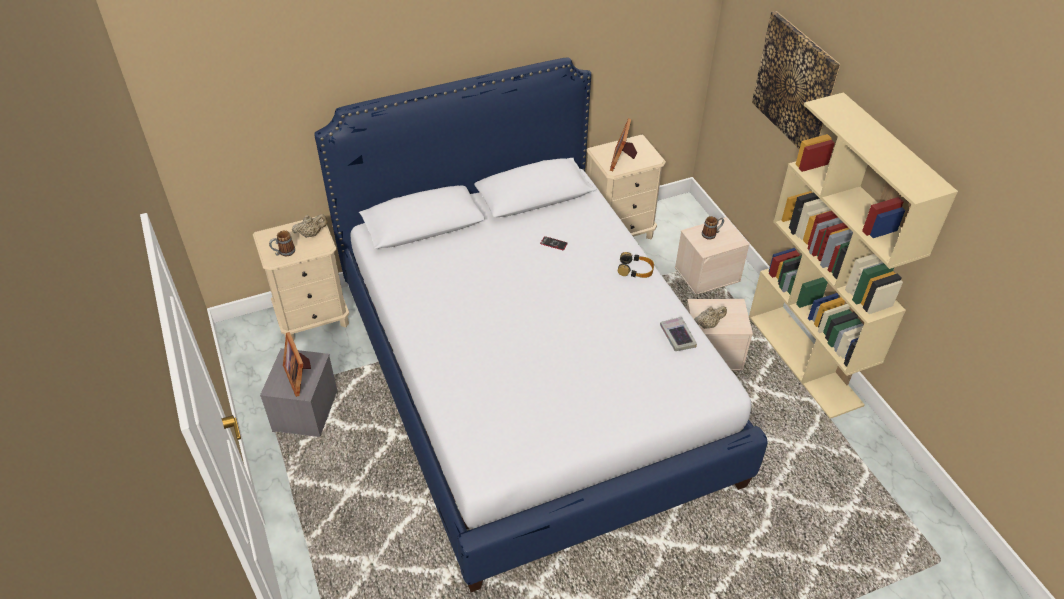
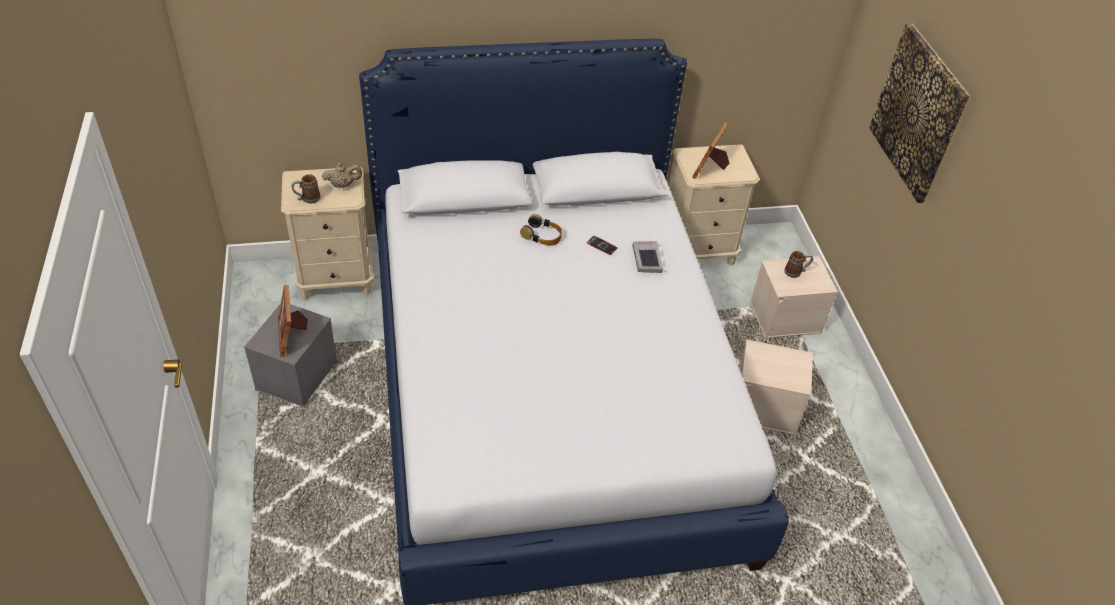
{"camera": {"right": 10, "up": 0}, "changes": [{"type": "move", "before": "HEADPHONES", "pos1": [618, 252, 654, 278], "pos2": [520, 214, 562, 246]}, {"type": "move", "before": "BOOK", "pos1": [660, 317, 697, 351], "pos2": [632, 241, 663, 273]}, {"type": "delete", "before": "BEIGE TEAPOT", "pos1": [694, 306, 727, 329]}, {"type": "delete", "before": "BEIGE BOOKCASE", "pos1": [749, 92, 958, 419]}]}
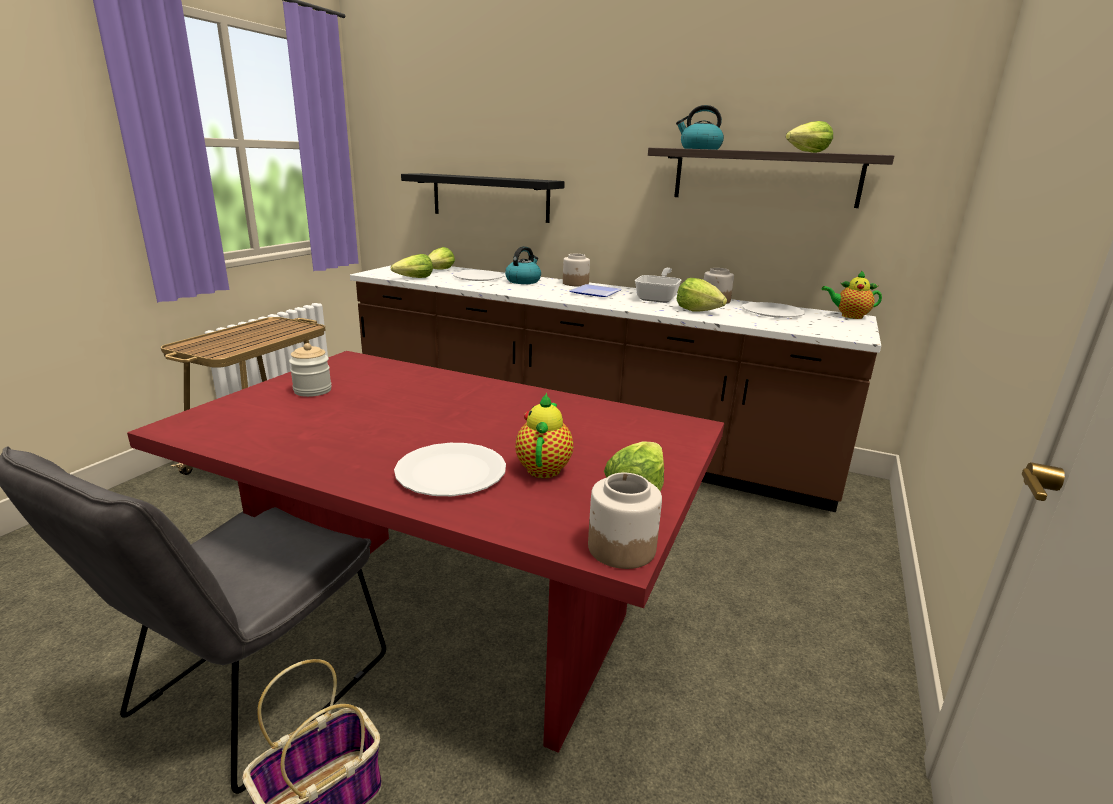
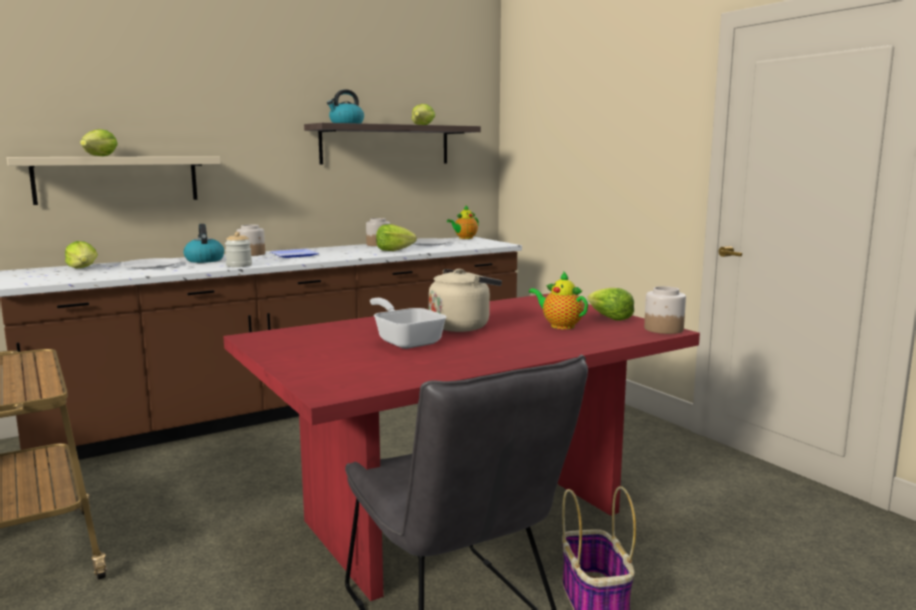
{"camera": {"right": -55, "up": -10}, "changes": [{"type": "recolor", "before": "BLACK SHELF", "after": "BEIGE SHELF", "pos1": [401, 173, 565, 223], "pos2": [7, 156, 221, 205]}, {"type": "move", "before": "LETTUCE", "pos1": [391, 254, 433, 278], "pos2": [80, 129, 118, 156]}, {"type": "move", "before": "JAR", "pos1": [289, 343, 332, 397], "pos2": [225, 232, 252, 267]}, {"type": "move", "before": "FRYING PAN", "pos1": [635, 268, 682, 303], "pos2": [370, 298, 446, 349]}, {"type": "insert", "after": "BEIGE KETTLE", "pos2": [429, 269, 502, 332]}, {"type": "delete", "before": "WHITE PLATE", "pos1": [394, 443, 506, 496]}]}
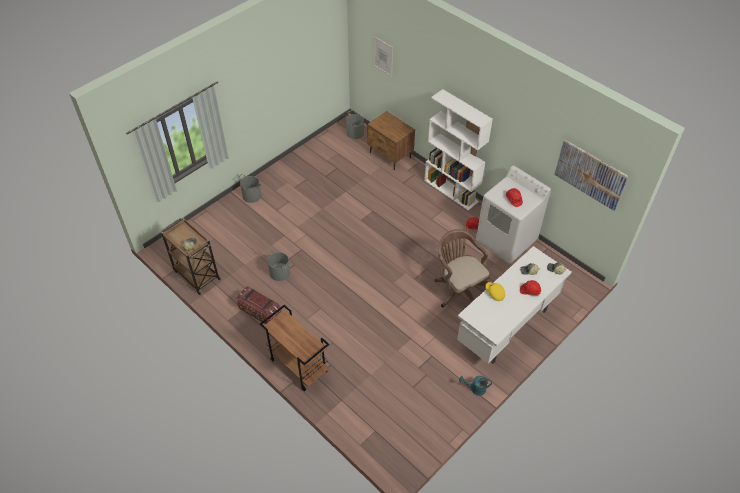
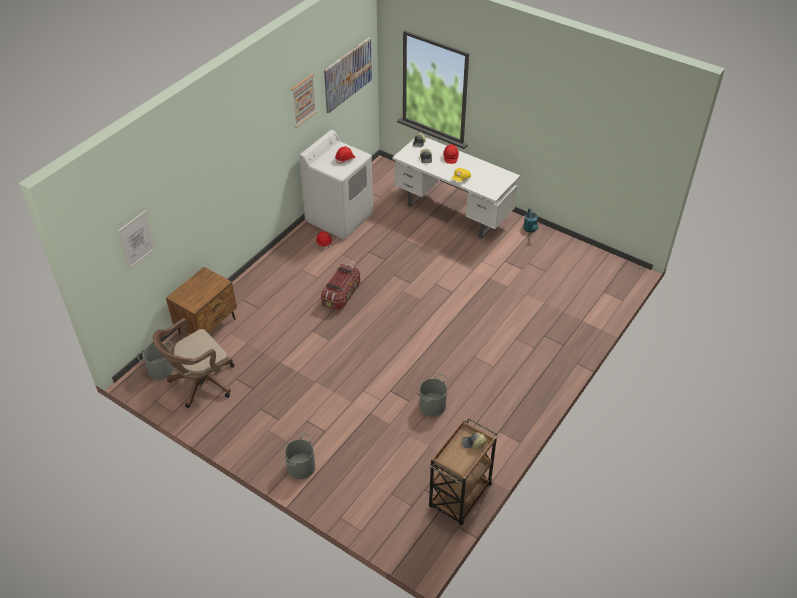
{"camera": {"right": -100, "up": -5}, "changes": [{"type": "move", "before": "BROWN OFFICE CHAIR", "pos1": [434, 229, 490, 307], "pos2": [153, 318, 235, 408]}, {"type": "insert", "after": "PICTURE", "pos2": [291, 74, 317, 128]}, {"type": "move", "before": "STORAGE BOX", "pos1": [237, 286, 281, 324], "pos2": [321, 264, 360, 310]}, {"type": "delete", "before": "BROWN CART", "pos1": [260, 305, 329, 391]}, {"type": "delete", "before": "WHITE BOOKCASE", "pos1": [424, 89, 493, 211]}]}
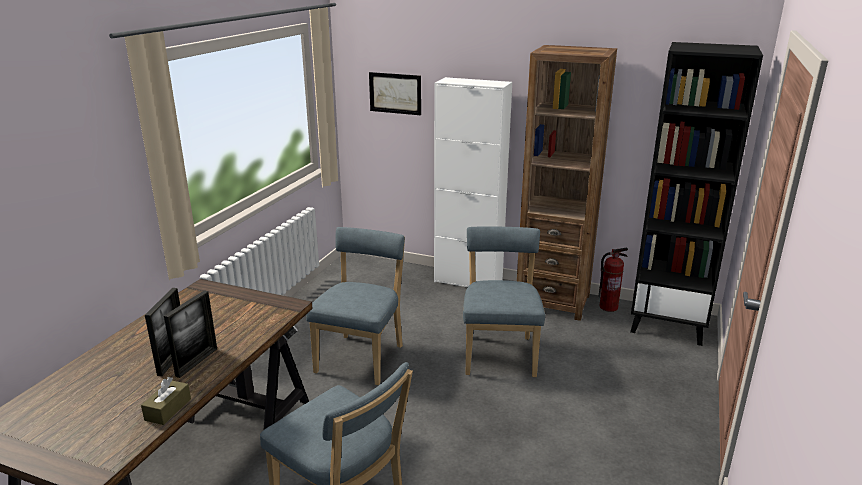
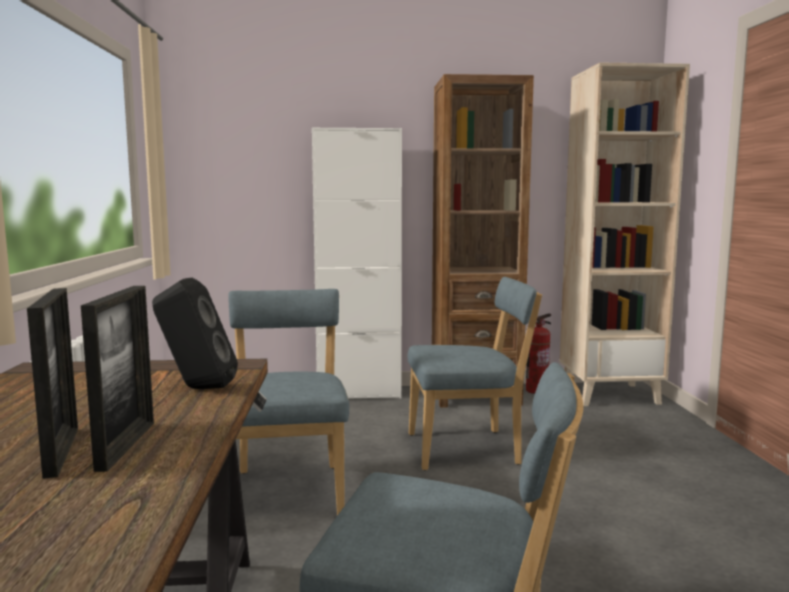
{"camera": {"right": -25, "up": -15}, "changes": [{"type": "insert", "after": "BLACK SPEAKER", "pos2": [152, 278, 238, 389]}, {"type": "rotate", "before": "BLUE CHAIR", "pos1": [463, 226, 545, 377], "pos2": [408, 277, 542, 470], "turn": 105}, {"type": "recolor", "before": "BLACK BOOKCASE", "after": "BEIGE BOOKCASE", "pos1": [630, 42, 763, 346], "pos2": [560, 63, 690, 406]}, {"type": "delete", "before": "BROWN TISSUE BOX", "pos1": [141, 377, 191, 425]}, {"type": "delete", "before": "PICTURE", "pos1": [369, 72, 421, 115]}]}
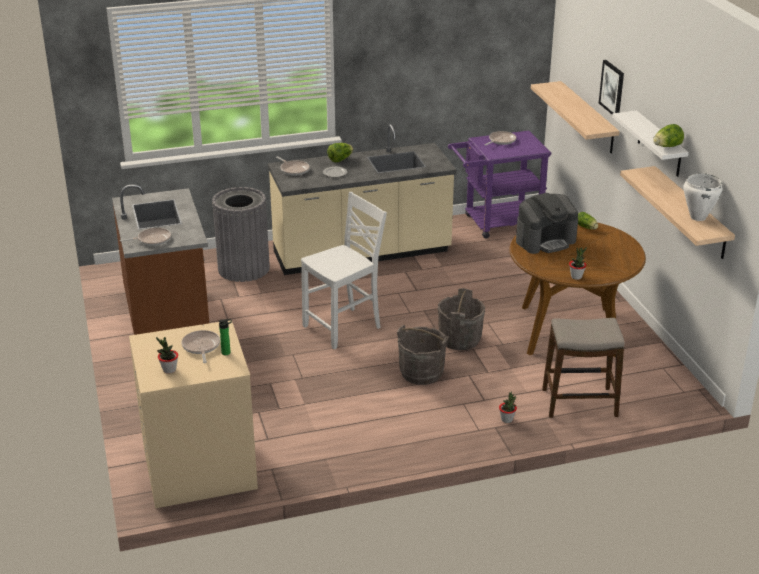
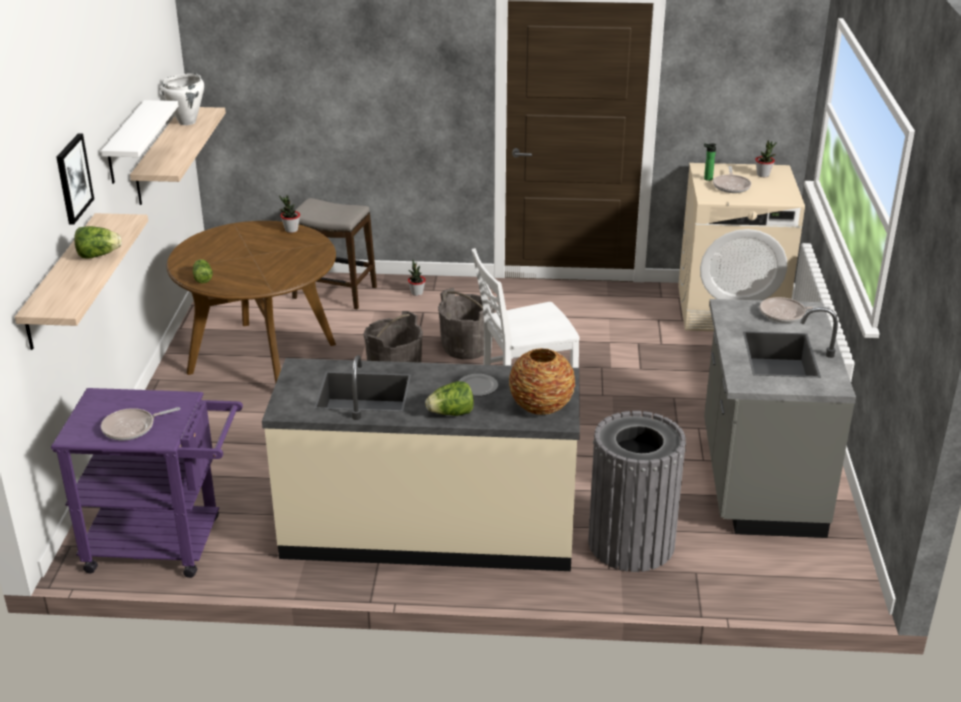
{"camera": {"right": -160, "up": 0}, "changes": [{"type": "move", "before": "LETTUCE", "pos1": [653, 124, 684, 147], "pos2": [74, 226, 122, 259]}, {"type": "replace", "before": "FRYING PAN", "after": "VASE", "pos1": [276, 156, 310, 175], "pos2": [509, 348, 575, 415]}, {"type": "recolor", "before": "BROWN COUNTER", "after": "GREY COUNTER", "pos1": [112, 184, 209, 335], "pos2": [704, 299, 856, 538]}, {"type": "delete", "before": "COFFEE MACHINE", "pos1": [516, 193, 578, 254]}]}
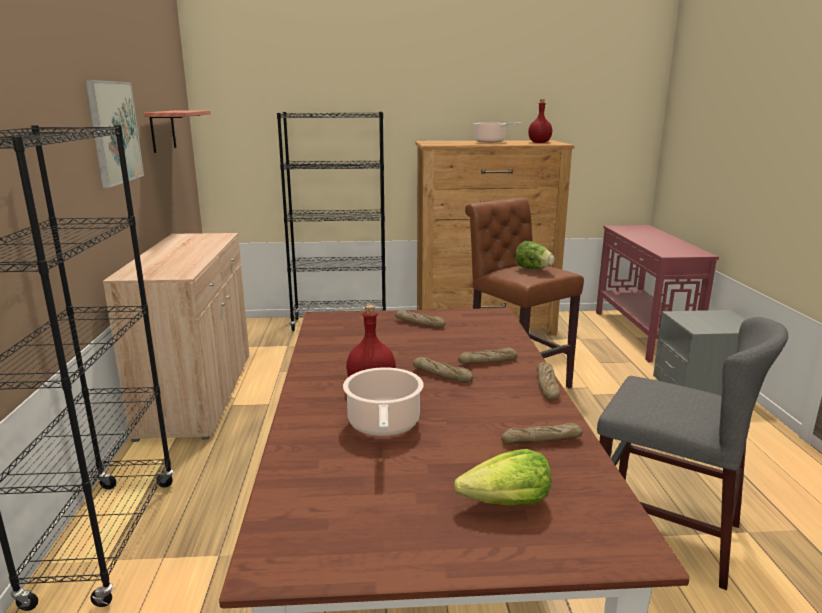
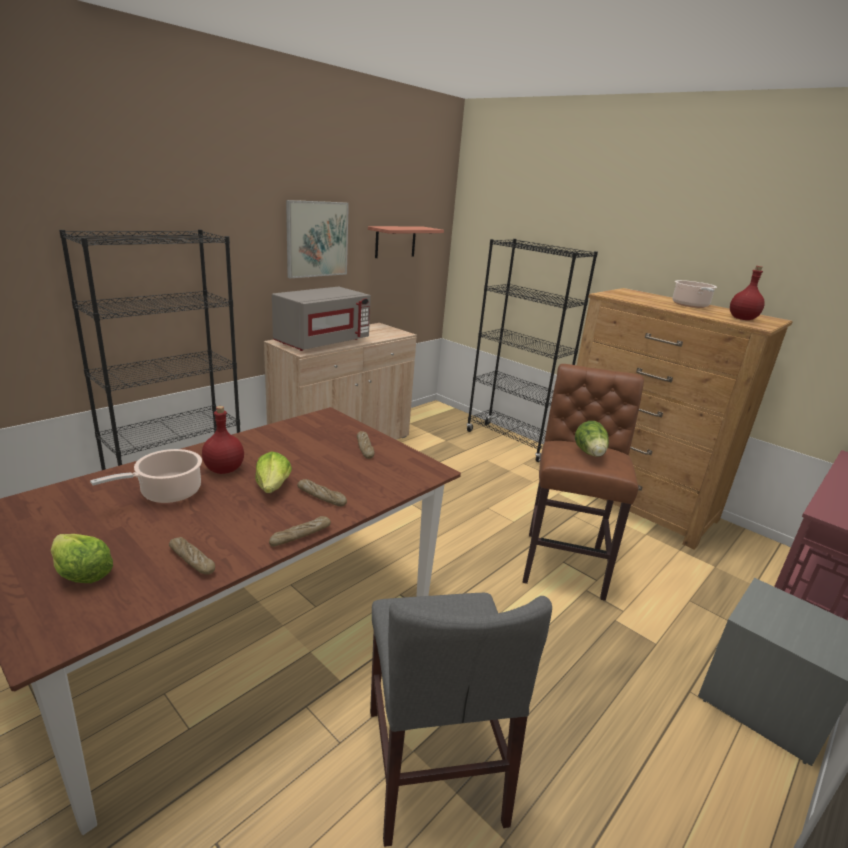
{"camera": {"right": 45, "up": 5}, "changes": [{"type": "replace", "before": "BREAD", "after": "LETTUCE", "pos1": [413, 357, 473, 383], "pos2": [255, 451, 292, 493]}, {"type": "insert", "after": "GREY MICROWAVE", "pos2": [272, 287, 371, 351]}]}
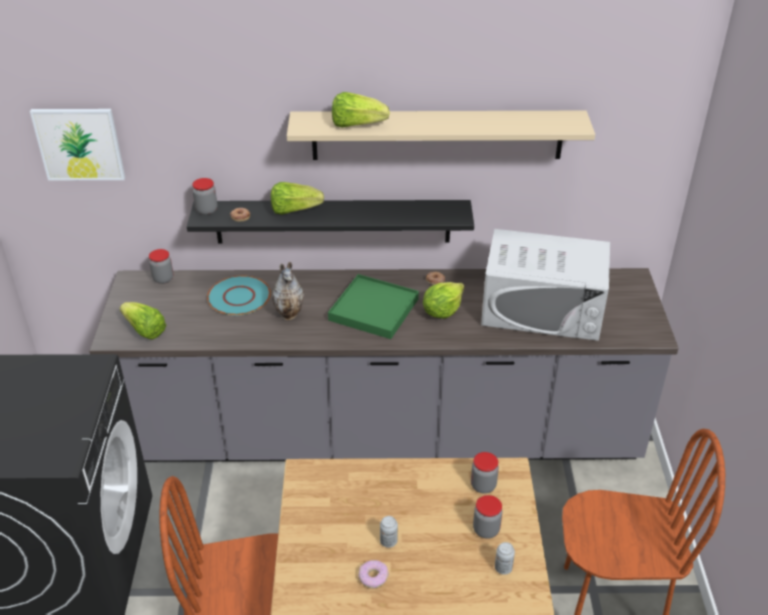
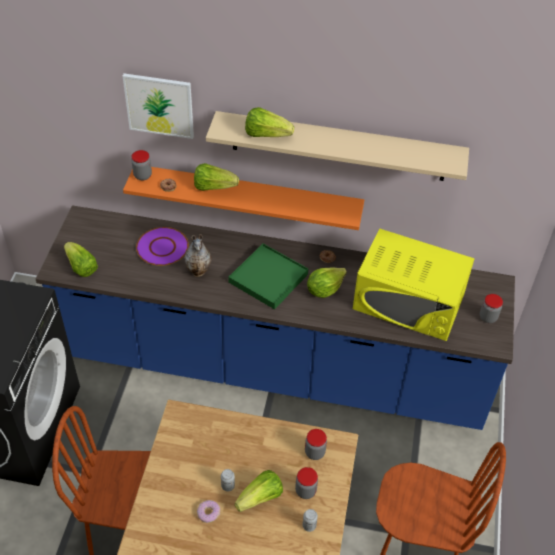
{"camera": {"right": 10, "up": 10}, "changes": [{"type": "recolor", "before": "GREY COUNTER", "after": "BLUE COUNTER", "pos1": [89, 268, 679, 462], "pos2": [35, 205, 515, 430]}, {"type": "move", "before": "PICTURE", "pos1": [30, 109, 125, 180], "pos2": [123, 73, 194, 139]}, {"type": "recolor", "before": "BLACK SHELF", "after": "ORANGE SHELF", "pos1": [187, 200, 474, 243], "pos2": [123, 167, 364, 230]}, {"type": "recolor", "before": "TURQUOISE PLATE", "after": "PURPLE PLATE", "pos1": [207, 275, 271, 316], "pos2": [136, 227, 189, 266]}, {"type": "insert", "after": "LETTUCE", "pos2": [235, 470, 283, 512]}, {"type": "recolor", "before": "WHITE MICROWAVE", "after": "YELLOW MICROWAVE", "pos1": [481, 229, 610, 341], "pos2": [353, 228, 475, 341]}, {"type": "move", "before": "JAR", "pos1": [149, 249, 173, 284], "pos2": [480, 294, 503, 323]}]}
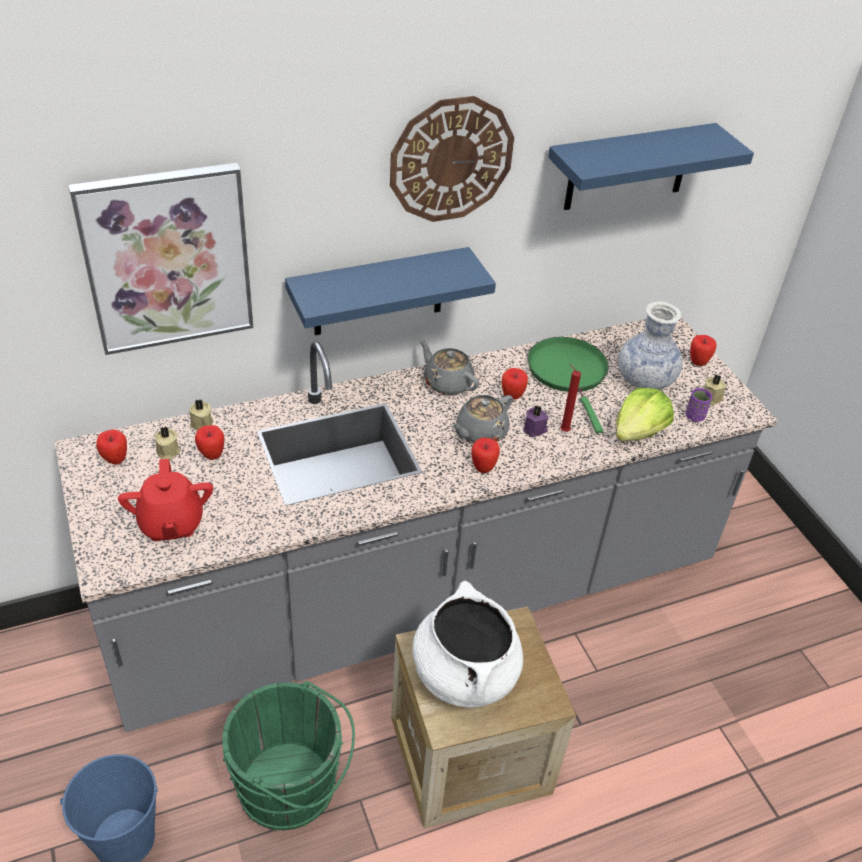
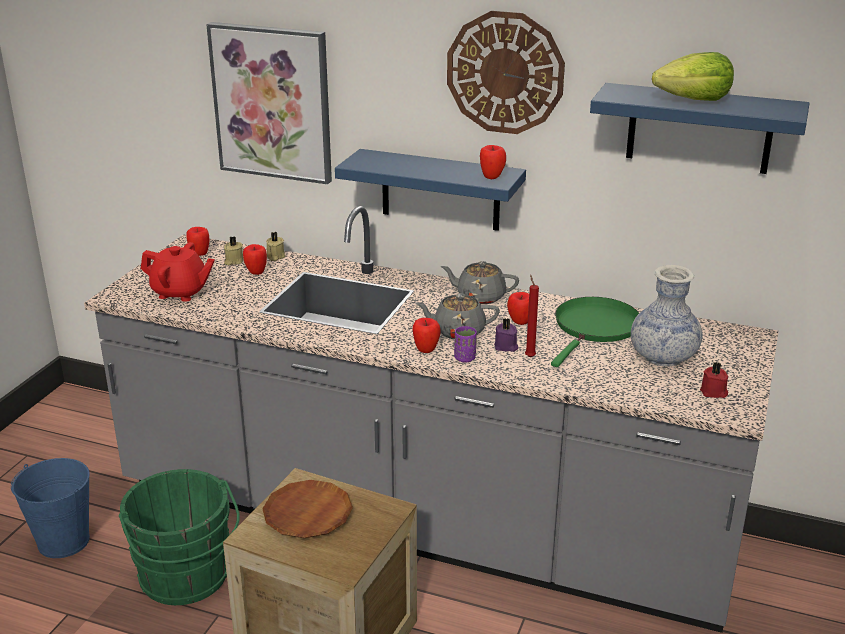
{"camera": {"right": 45, "up": -15}, "changes": [{"type": "rotate", "before": "RED TEAPOT", "pos1": [118, 459, 213, 541], "pos2": [141, 242, 215, 302], "turn": -105}, {"type": "replace", "before": "WHITE COOKING POT", "after": "BROWN PLATE", "pos1": [412, 581, 523, 708], "pos2": [262, 480, 353, 538]}, {"type": "rotate", "before": "GREY TEAPOT", "pos1": [419, 339, 479, 395], "pos2": [441, 261, 519, 305], "turn": -75}, {"type": "move", "before": "PURPLE CUP", "pos1": [686, 388, 712, 422], "pos2": [454, 326, 477, 363]}, {"type": "move", "before": "APPLE", "pos1": [690, 335, 717, 366], "pos2": [480, 145, 506, 179]}, {"type": "move", "before": "LETTUCE", "pos1": [616, 388, 674, 441], "pos2": [652, 52, 734, 101]}, {"type": "recolor", "before": "BEIGE CANDLE", "after": "RED CANDLE", "pos1": [704, 374, 726, 405], "pos2": [700, 362, 728, 398]}]}
